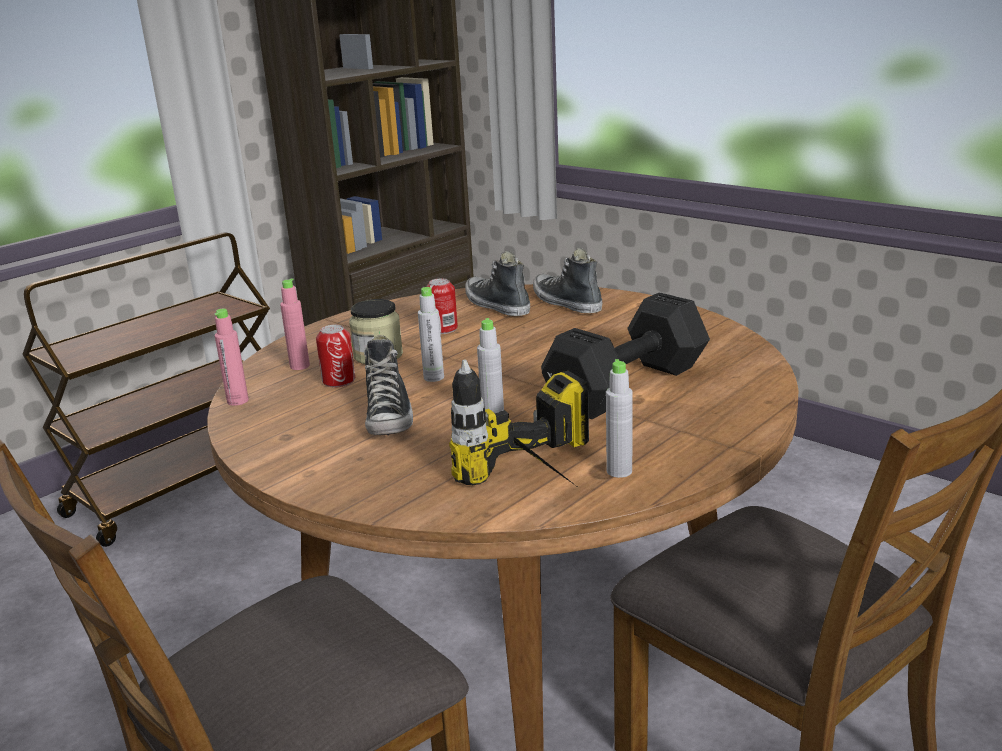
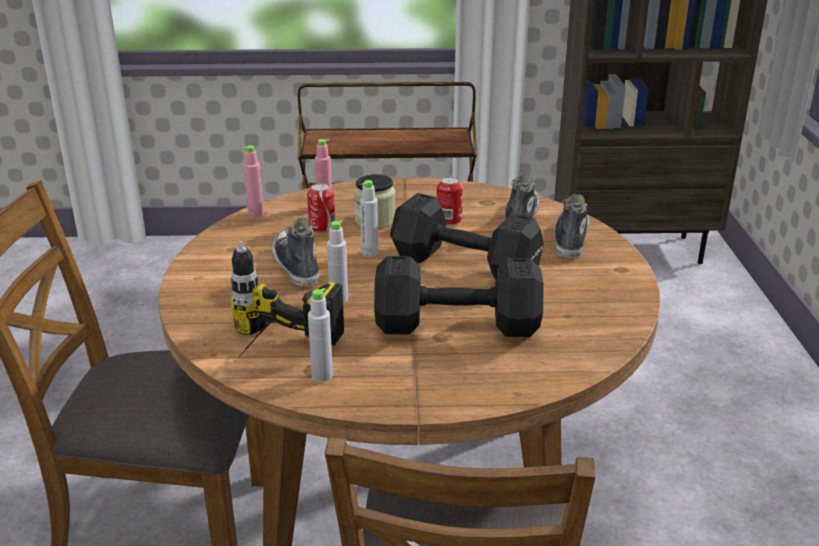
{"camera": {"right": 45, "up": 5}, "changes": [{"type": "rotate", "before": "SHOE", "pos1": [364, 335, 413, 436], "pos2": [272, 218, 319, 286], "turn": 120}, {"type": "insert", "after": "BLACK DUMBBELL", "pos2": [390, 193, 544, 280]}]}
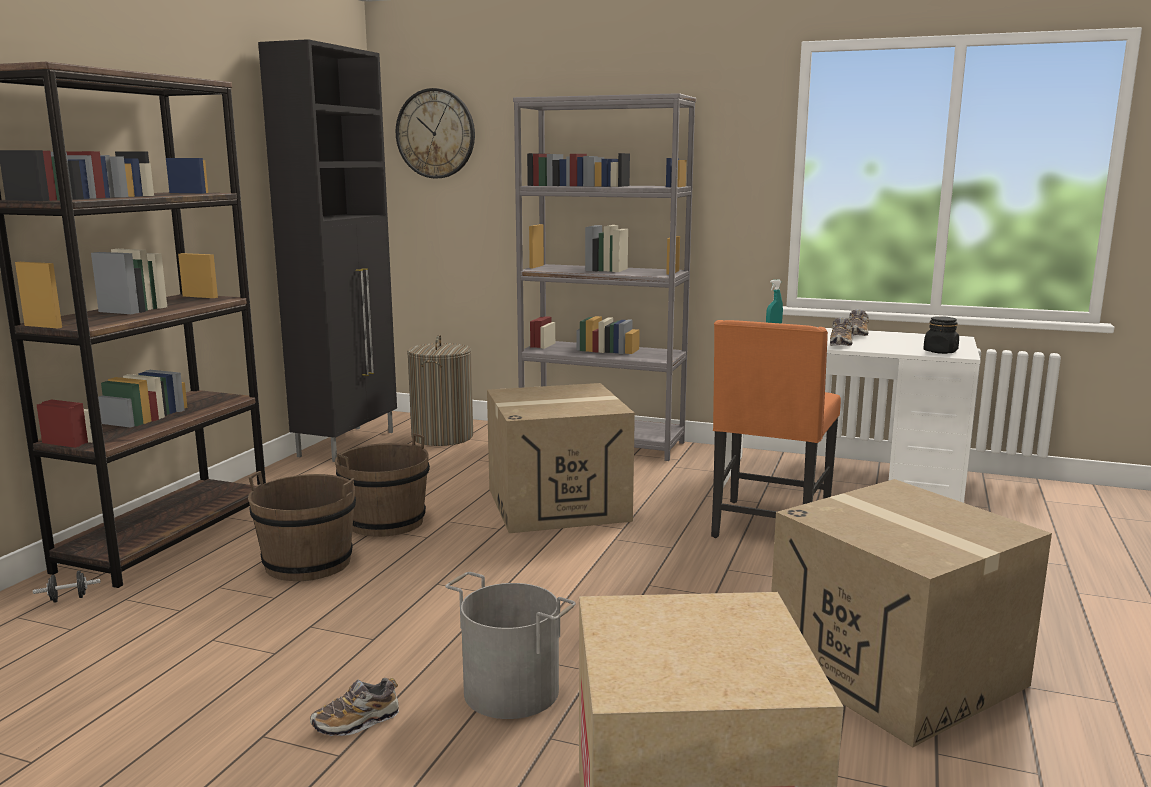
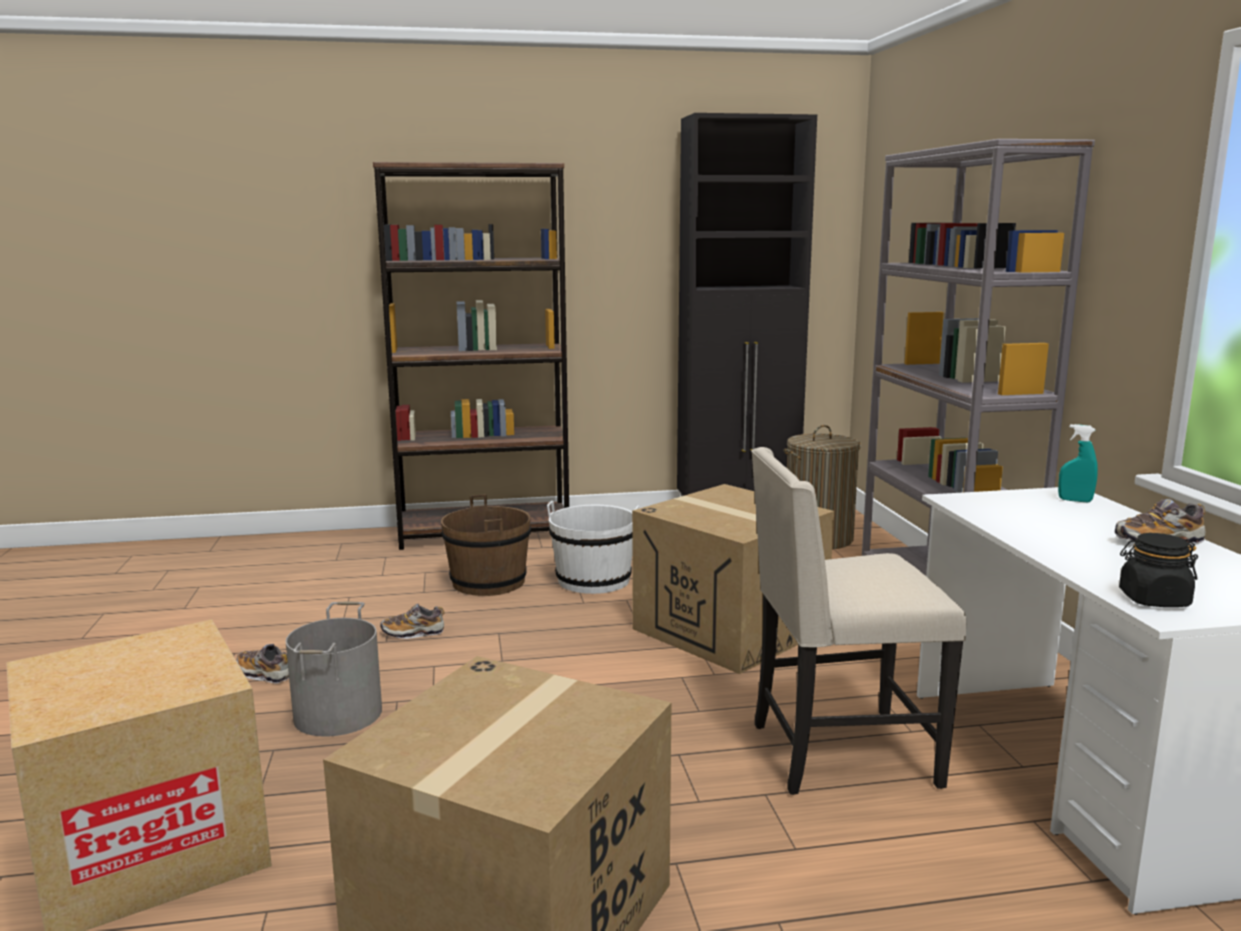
{"camera": {"right": 60, "up": 0}, "changes": [{"type": "move", "before": "SHOE", "pos1": [830, 317, 852, 346], "pos2": [380, 604, 445, 639]}, {"type": "recolor", "before": "BROWN BUCKET", "after": "WHITE BUCKET", "pos1": [335, 433, 430, 537], "pos2": [547, 501, 639, 594]}, {"type": "recolor", "before": "ORANGE CHAIR", "after": "BEIGE CHAIR", "pos1": [711, 320, 841, 538], "pos2": [751, 447, 966, 795]}, {"type": "delete", "before": "BLACK DUMBBELL", "pos1": [33, 571, 101, 603]}, {"type": "delete", "before": "WALL CLOCK", "pos1": [396, 88, 475, 178]}]}
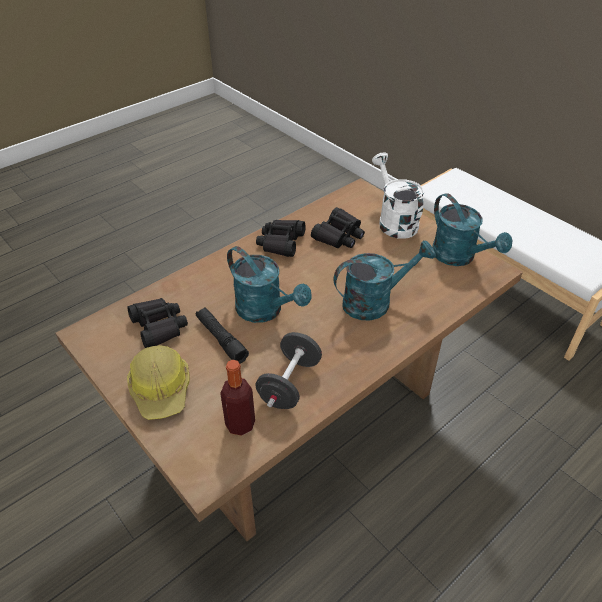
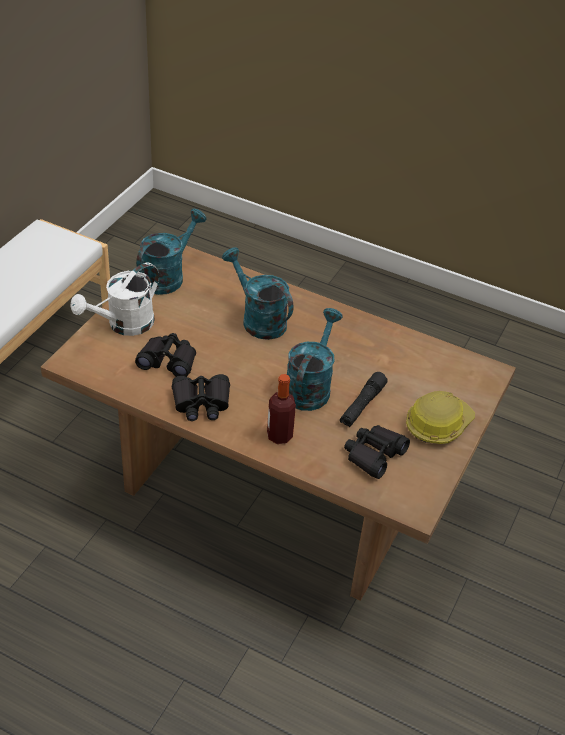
{"camera": {"right": -115, "up": 0}, "changes": [{"type": "move", "before": "BOTTLE", "pos1": [220, 360, 255, 436], "pos2": [267, 374, 296, 444]}, {"type": "delete", "before": "BLACK DUMBBELL", "pos1": [256, 332, 322, 409]}]}
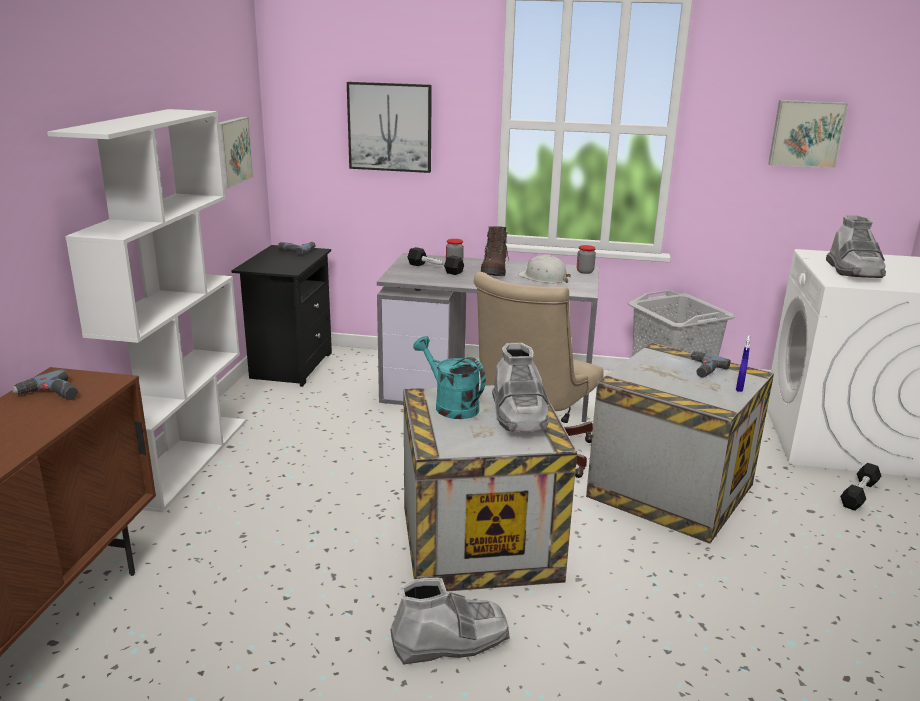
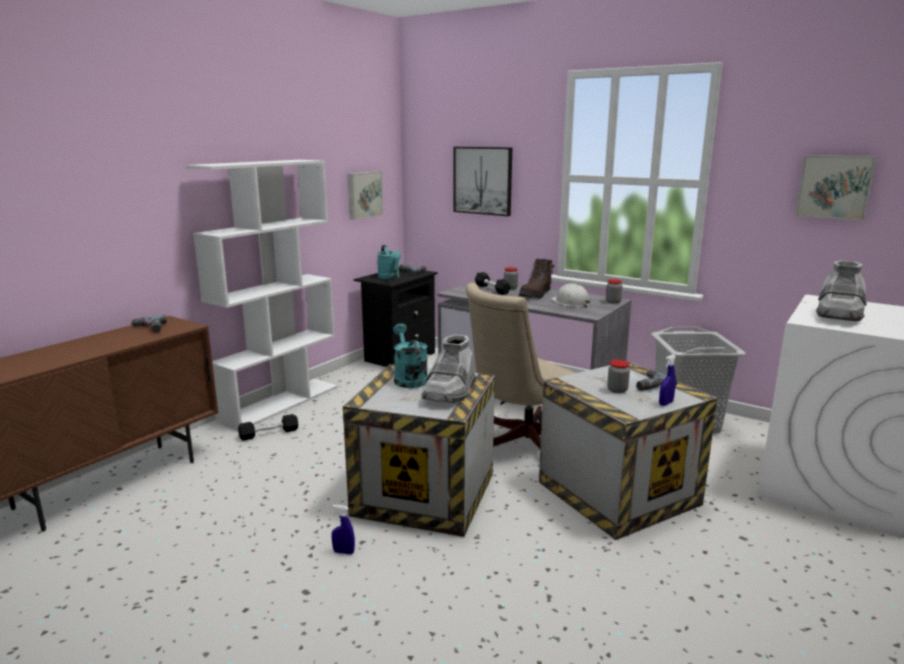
{"camera": {"right": 25, "up": -5}, "changes": [{"type": "move", "before": "BLACK DUMBBELL", "pos1": [840, 463, 881, 511], "pos2": [238, 414, 298, 440]}, {"type": "replace", "before": "GREY BOOT", "after": "BLUE SPRAY BOTTLE", "pos1": [390, 578, 510, 664], "pos2": [331, 505, 355, 554]}, {"type": "insert", "after": "TURQUOISE WATERING CAN", "pos2": [377, 245, 401, 279]}, {"type": "insert", "after": "JAR", "pos2": [607, 360, 630, 393]}]}
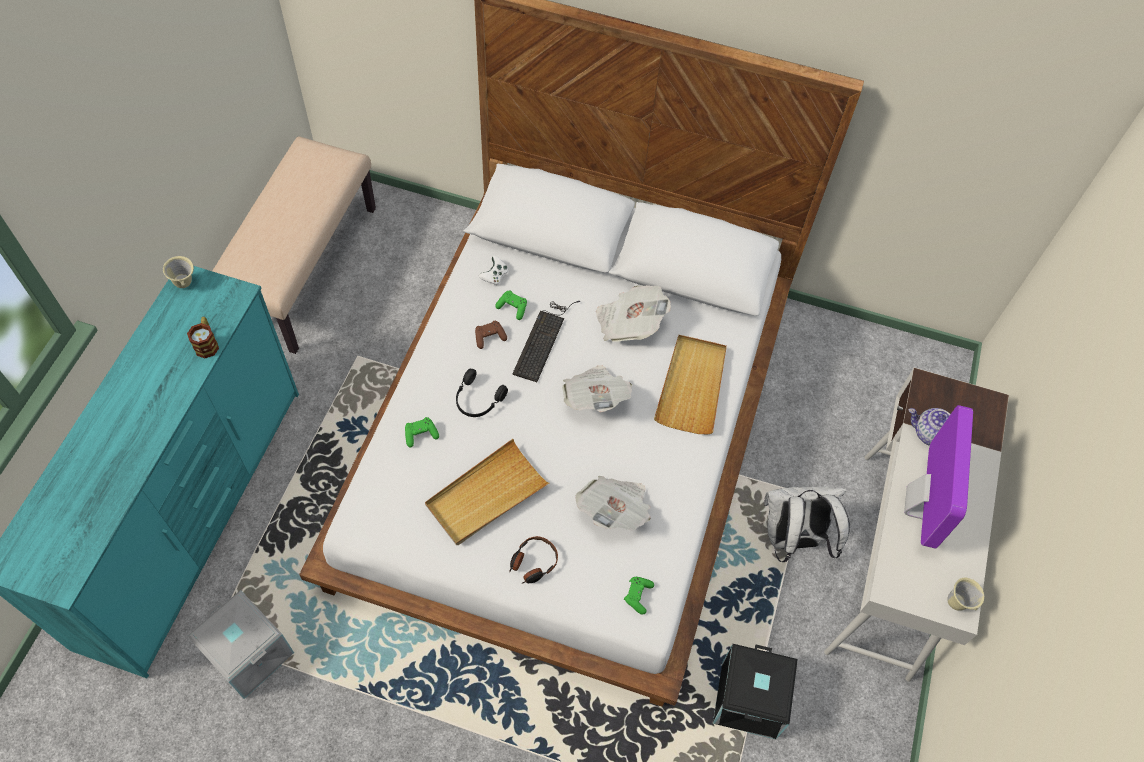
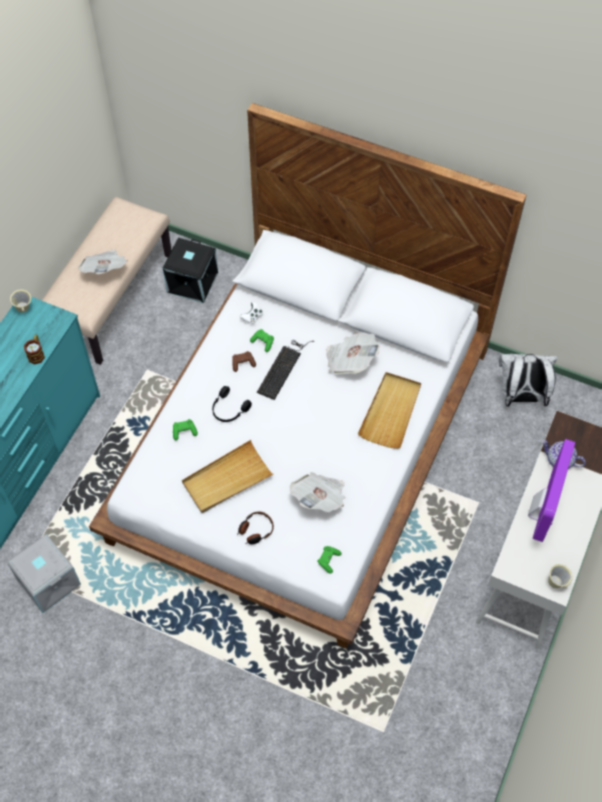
{"camera": {"right": 10, "up": 0}, "changes": [{"type": "move", "before": "NEWSPAPER", "pos1": [562, 365, 632, 412], "pos2": [78, 249, 128, 274]}, {"type": "move", "before": "BLACK STORAGE BOX", "pos1": [713, 644, 798, 739], "pos2": [163, 238, 218, 303]}, {"type": "move", "before": "WHITE BACKPACK", "pos1": [764, 487, 850, 562], "pos2": [499, 354, 558, 407]}]}
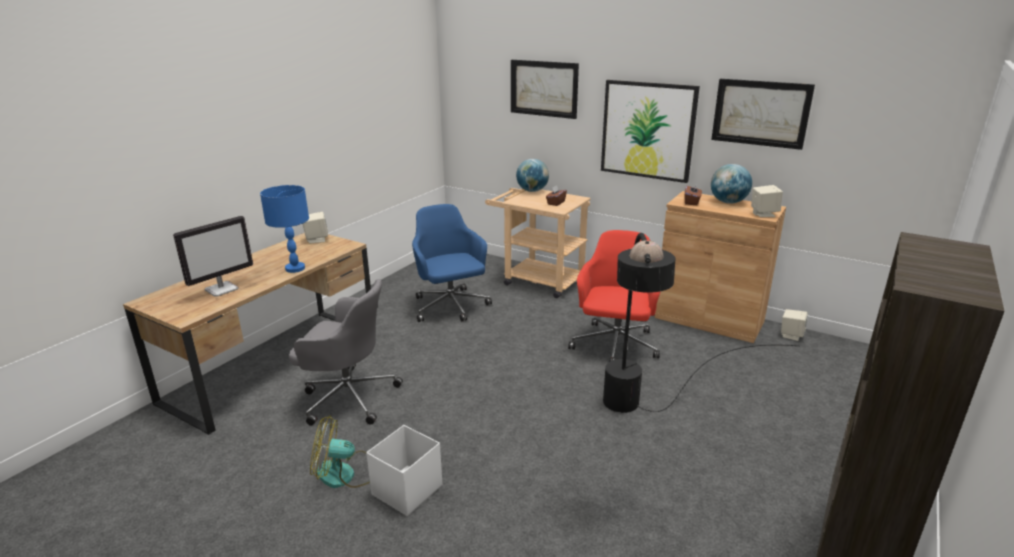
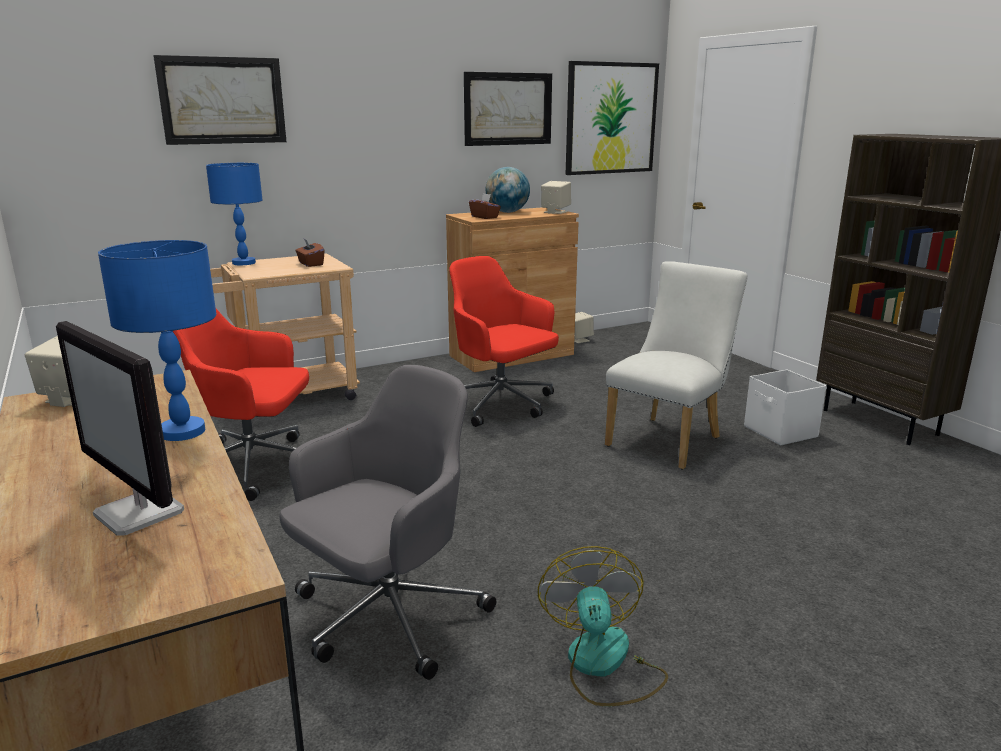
{"camera": {"right": -60, "up": -5}, "changes": [{"type": "rotate", "before": "MONITOR", "pos1": [173, 216, 253, 297], "pos2": [56, 321, 184, 536], "turn": 150}, {"type": "recolor", "before": "BLUE OFFICE CHAIR", "after": "RED OFFICE CHAIR", "pos1": [412, 204, 492, 322], "pos2": [173, 309, 309, 501]}, {"type": "replace", "before": "GLOBE", "after": "BLUE TABLE LAMP", "pos1": [516, 159, 549, 192], "pos2": [206, 163, 263, 265]}, {"type": "rotate", "before": "FAN", "pos1": [310, 416, 370, 488], "pos2": [538, 546, 668, 706], "turn": 150}, {"type": "move", "before": "PICTURE", "pos1": [601, 80, 700, 183], "pos2": [566, 61, 659, 175]}, {"type": "replace", "before": "BLACK FLOOR LAMP", "after": "WHITE CHAIR", "pos1": [603, 233, 799, 413], "pos2": [605, 261, 748, 470]}, {"type": "move", "before": "WHITE STORAGE BOX", "pos1": [366, 425, 442, 516], "pos2": [744, 370, 826, 445]}]}
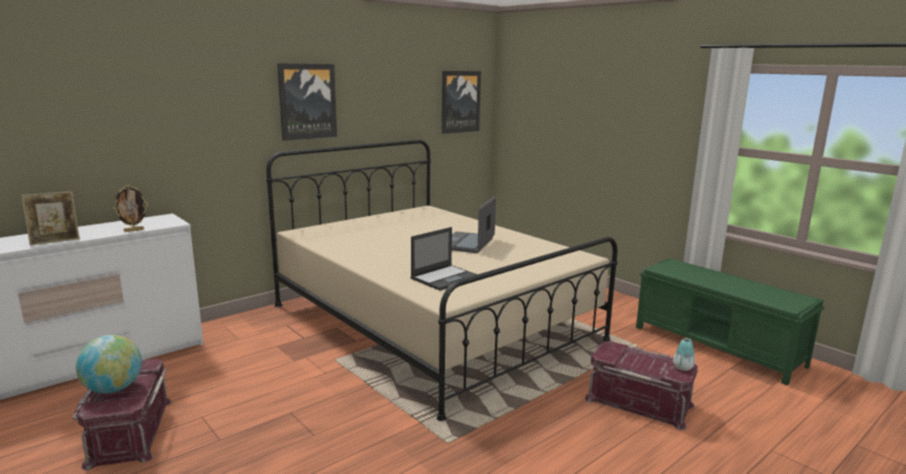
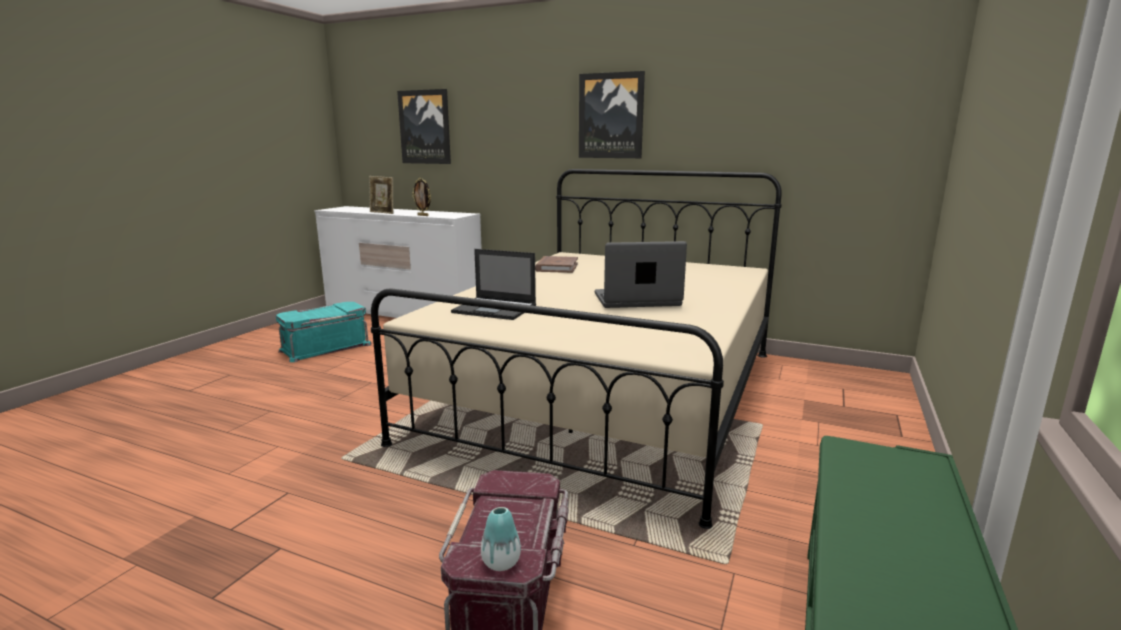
{"camera": {"right": 65, "up": 0}, "changes": [{"type": "recolor", "before": "RED STORAGE BOX", "after": "TURQUOISE STORAGE BOX", "pos1": [73, 359, 172, 471], "pos2": [276, 302, 372, 362]}, {"type": "move", "before": "PICTURE", "pos1": [442, 71, 481, 134], "pos2": [397, 89, 451, 164]}, {"type": "insert", "after": "BROWN BOOK", "pos2": [535, 256, 578, 273]}, {"type": "delete", "before": "GLOBE", "pos1": [76, 335, 142, 393]}]}
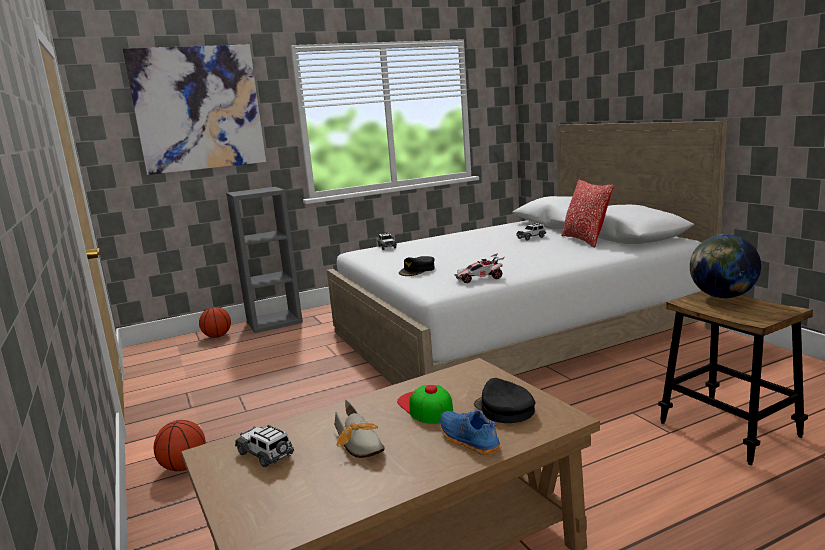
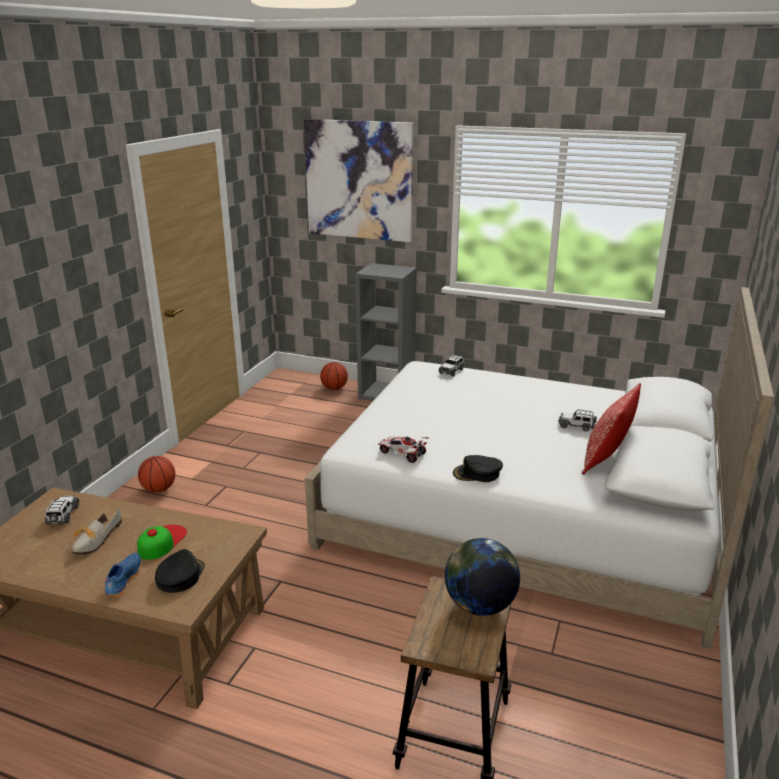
{"camera": {"right": 45, "up": 10}, "changes": [{"type": "move", "before": "BLACK CAP", "pos1": [399, 256, 435, 276], "pos2": [453, 455, 503, 482]}]}
